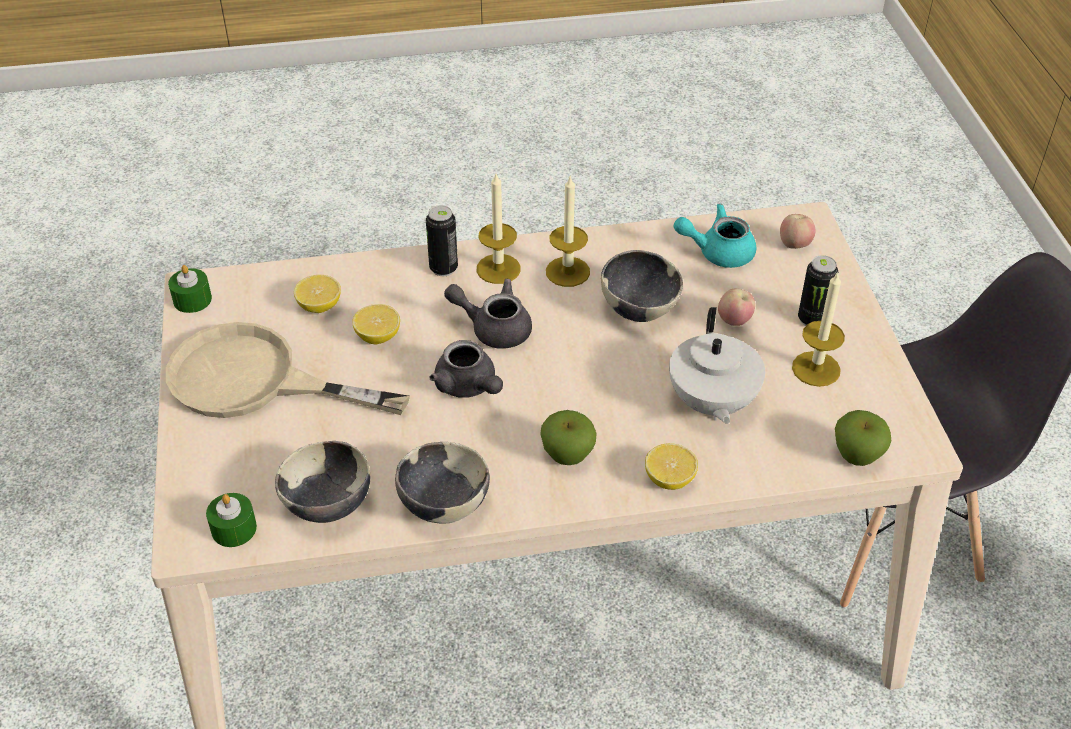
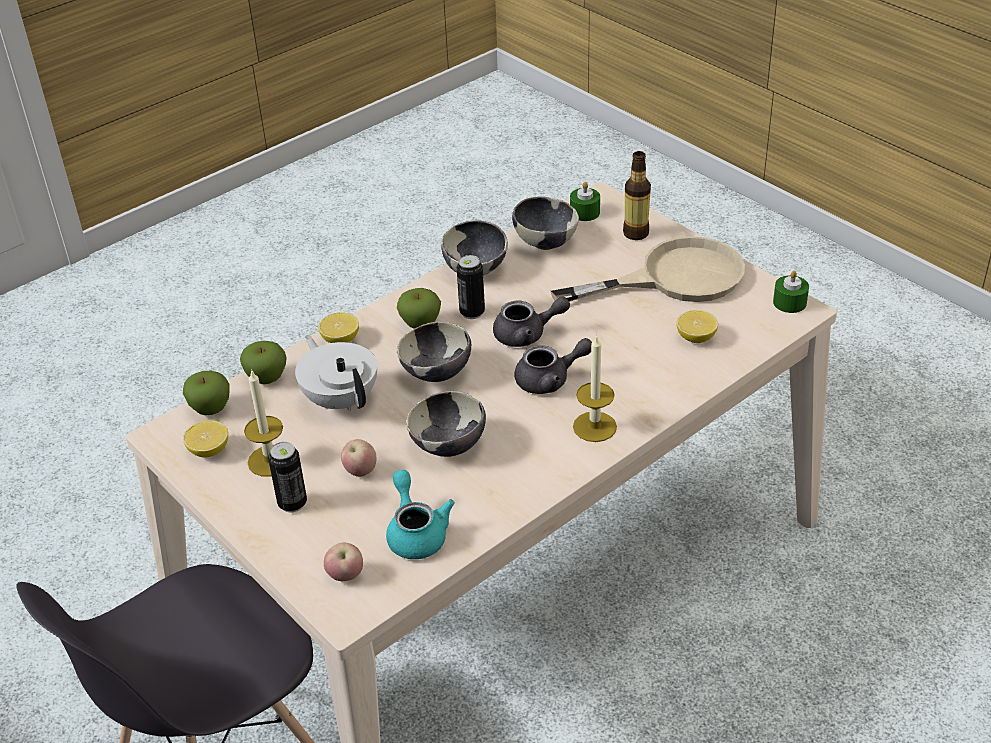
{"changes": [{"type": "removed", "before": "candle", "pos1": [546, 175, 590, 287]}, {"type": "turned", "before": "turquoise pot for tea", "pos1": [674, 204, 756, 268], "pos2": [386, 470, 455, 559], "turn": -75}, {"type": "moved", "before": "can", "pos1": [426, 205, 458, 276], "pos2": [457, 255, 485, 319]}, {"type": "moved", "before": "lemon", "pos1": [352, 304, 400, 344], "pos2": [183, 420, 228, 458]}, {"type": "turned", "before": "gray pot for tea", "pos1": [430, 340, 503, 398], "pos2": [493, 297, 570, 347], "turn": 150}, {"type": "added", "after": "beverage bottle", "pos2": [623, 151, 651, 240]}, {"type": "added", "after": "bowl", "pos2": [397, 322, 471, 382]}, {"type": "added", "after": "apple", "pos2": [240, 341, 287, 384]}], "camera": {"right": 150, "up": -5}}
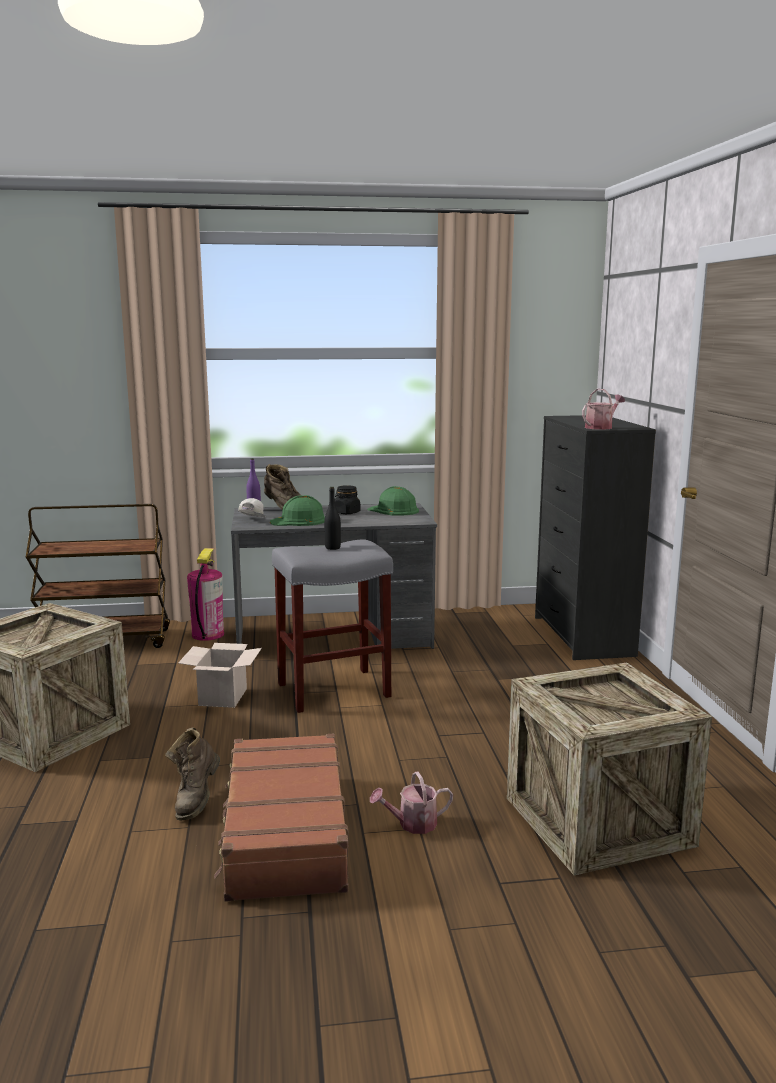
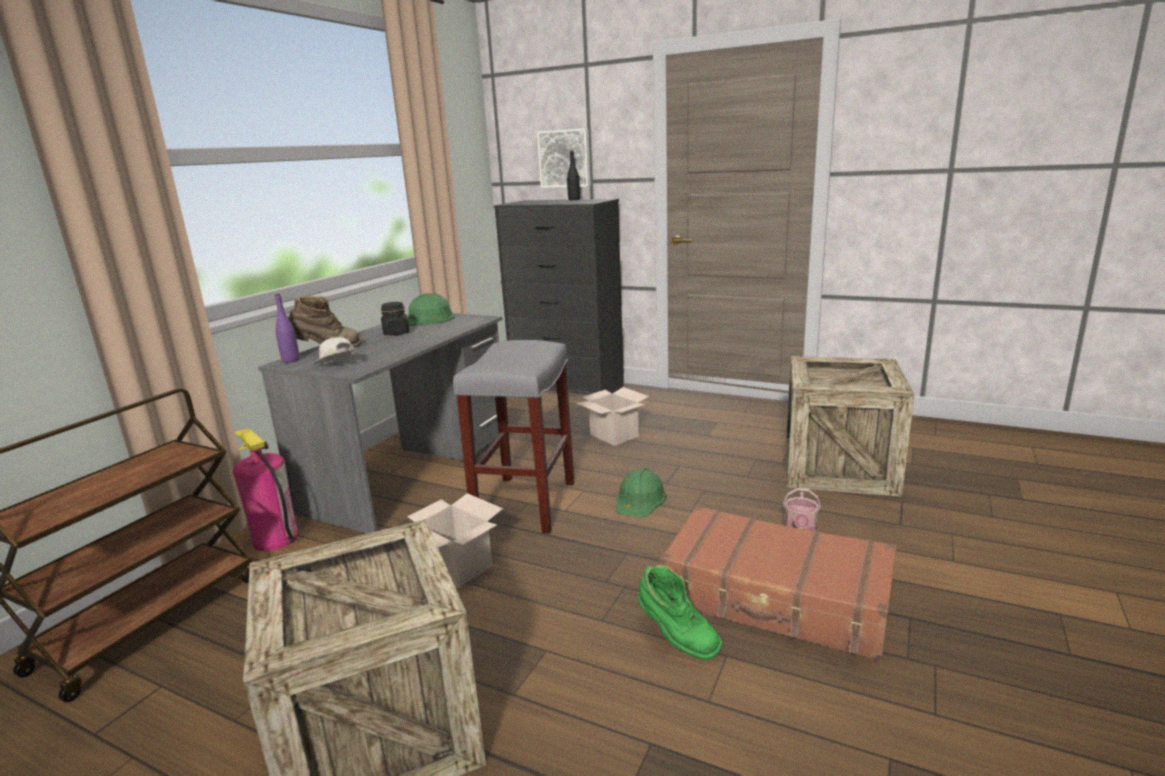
{"changes": [{"type": "removed", "before": "watering can", "pos1": [582, 389, 625, 430]}, {"type": "moved", "before": "blackish beverage bottle", "pos1": [324, 487, 341, 550], "pos2": [567, 151, 580, 200]}, {"type": "moved", "before": "green work helmet", "pos1": [270, 495, 325, 526], "pos2": [616, 468, 667, 518]}, {"type": "recoloured", "before": "brownish boot", "after": "green boot", "pos1": [166, 727, 220, 821], "pos2": [638, 565, 722, 660]}, {"type": "added", "after": "wall art", "pos2": [537, 128, 591, 188]}, {"type": "added", "after": "cardboard box", "pos2": [576, 387, 649, 446]}], "camera": {"right": -55, "up": 5}}
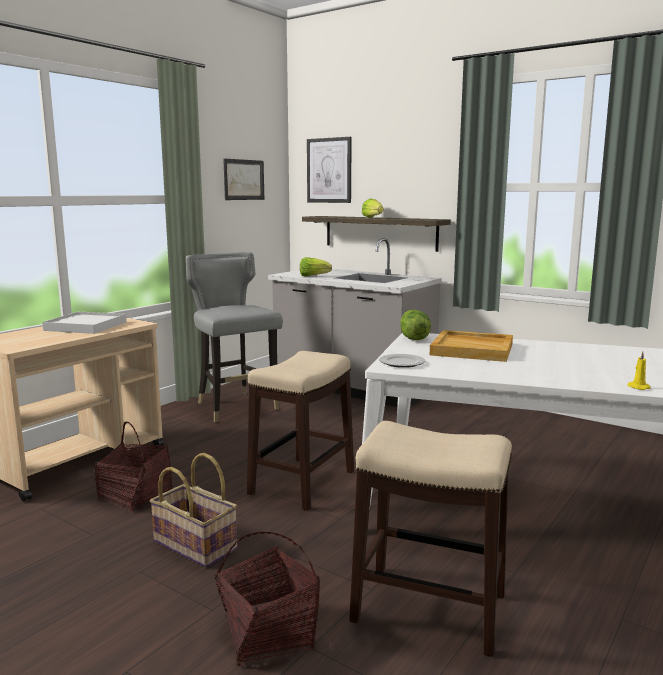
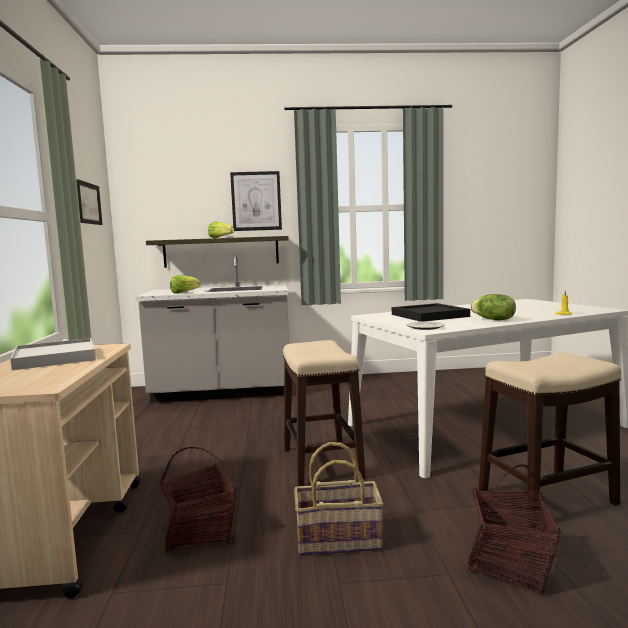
{"changes": [{"type": "moved", "before": "wall art", "pos1": [307, 137, 352, 203], "pos2": [230, 171, 282, 231]}, {"type": "removed", "before": "gray upright chair", "pos1": [186, 252, 283, 422]}, {"type": "moved", "before": "lettuce head", "pos1": [400, 310, 431, 340], "pos2": [470, 294, 516, 320]}, {"type": "recoloured", "before": "beige-coloured serving tray", "after": "blackish serving tray", "pos1": [430, 330, 513, 362], "pos2": [392, 303, 470, 321]}], "camera": {"right": -40, "up": -5}}
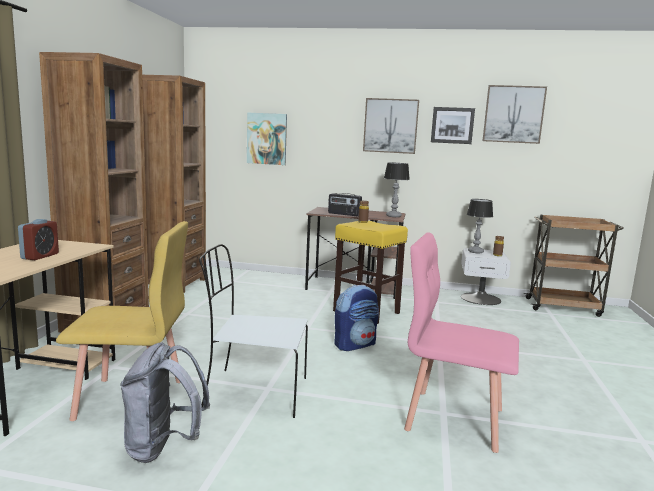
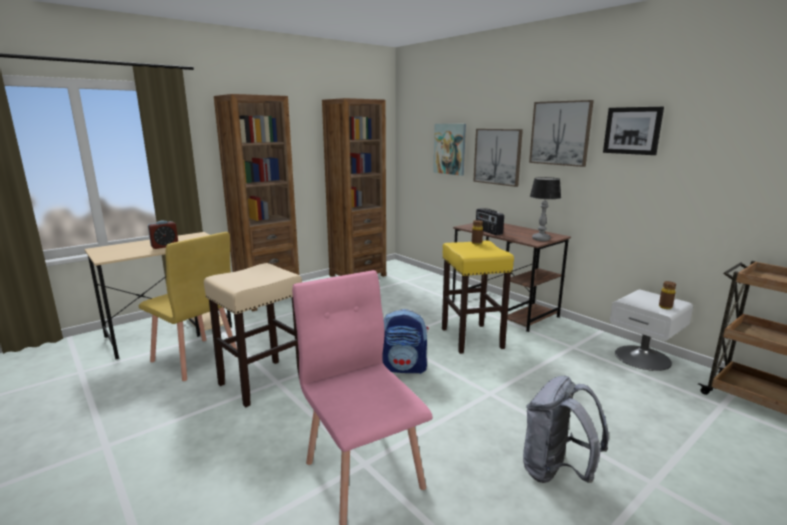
{"changes": [{"type": "moved", "before": "wall art", "pos1": [483, 85, 547, 144], "pos2": [473, 129, 523, 187]}, {"type": "removed", "before": "tabletop lamp", "pos1": [467, 199, 493, 253]}, {"type": "replaced", "before": "white-coloured upright chair", "after": "beige-coloured stool", "pos1": [199, 244, 308, 418], "pos2": [204, 263, 302, 407]}, {"type": "moved", "before": "gray knapsack", "pos1": [120, 343, 210, 463], "pos2": [523, 376, 609, 483]}], "camera": {"right": 40, "up": 5}}
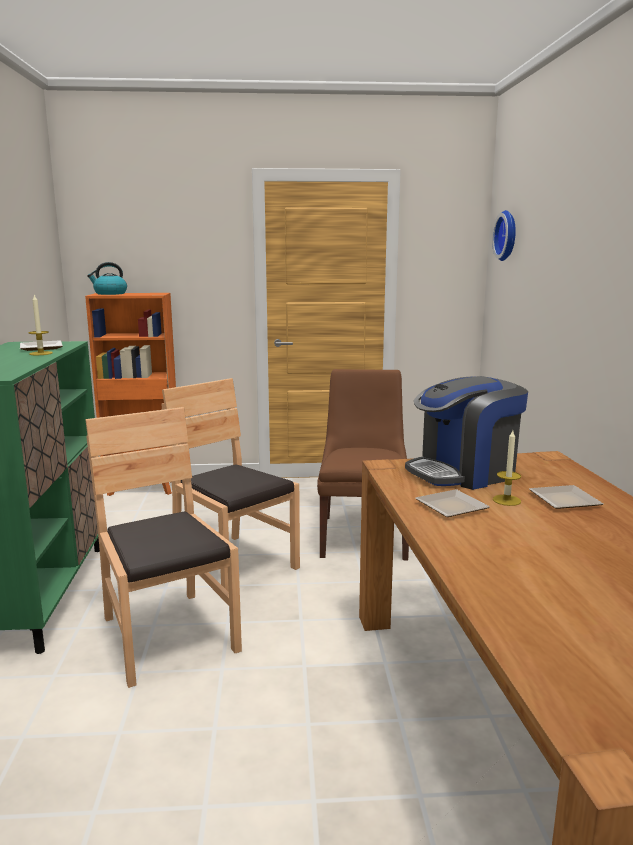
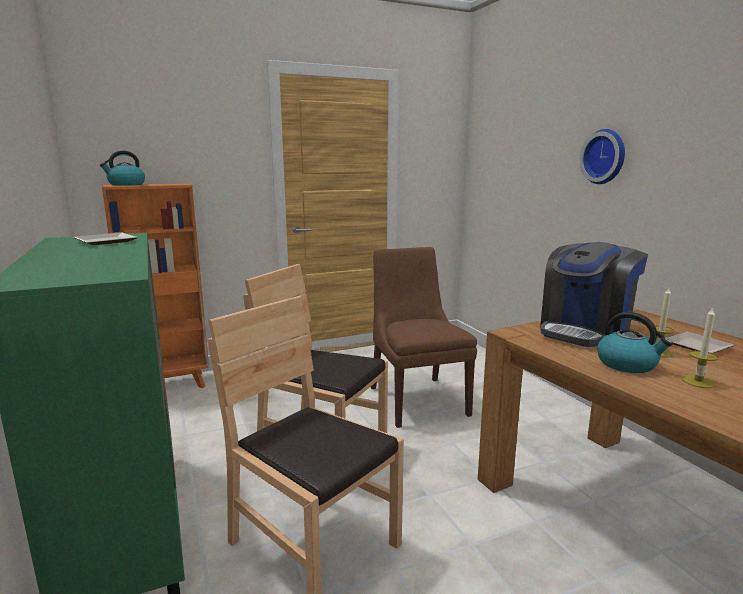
{"changes": [{"type": "moved", "before": "hanging clock", "pos1": [492, 210, 516, 261], "pos2": [580, 129, 625, 184]}, {"type": "moved", "before": "candle", "pos1": [29, 294, 53, 355], "pos2": [682, 306, 719, 388]}, {"type": "replaced", "before": "plate", "after": "kettle", "pos1": [415, 489, 490, 517], "pos2": [597, 312, 673, 373]}], "camera": {"right": -20, "up": 0}}
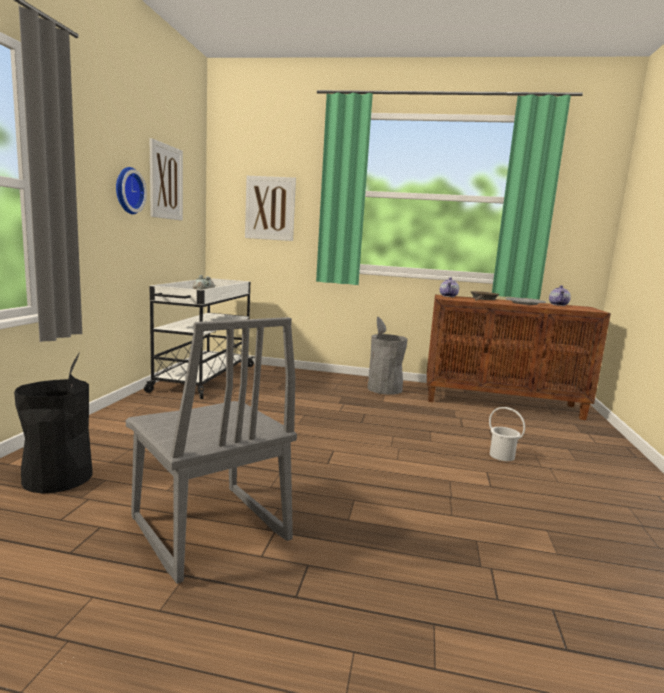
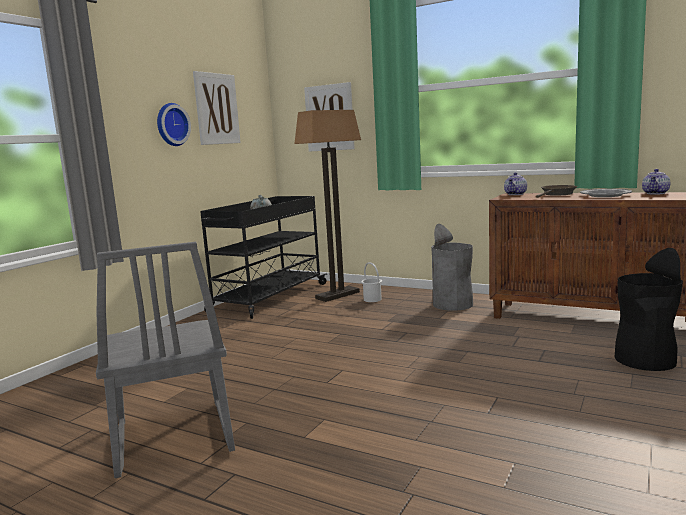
{"changes": [{"type": "recoloured", "before": "white-coloured trolley", "after": "blackish trolley", "pos1": [144, 278, 255, 399], "pos2": [200, 196, 327, 319]}, {"type": "moved", "before": "blackish rubbish bin", "pos1": [14, 352, 93, 493], "pos2": [615, 248, 683, 371]}, {"type": "moved", "before": "white-coloured pail", "pos1": [489, 407, 525, 461], "pos2": [361, 262, 382, 302]}, {"type": "added", "after": "standing lamp", "pos2": [294, 110, 361, 302]}], "camera": {"right": 20, "up": 0}}
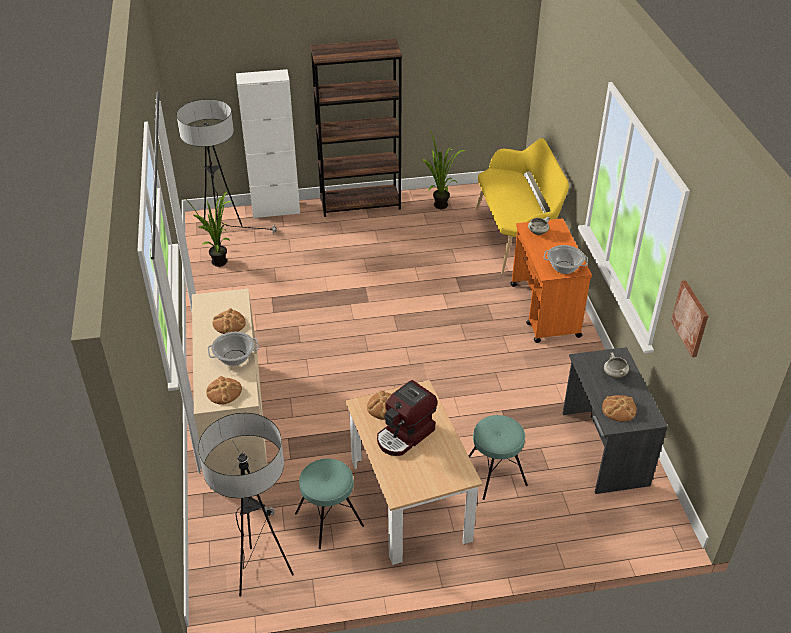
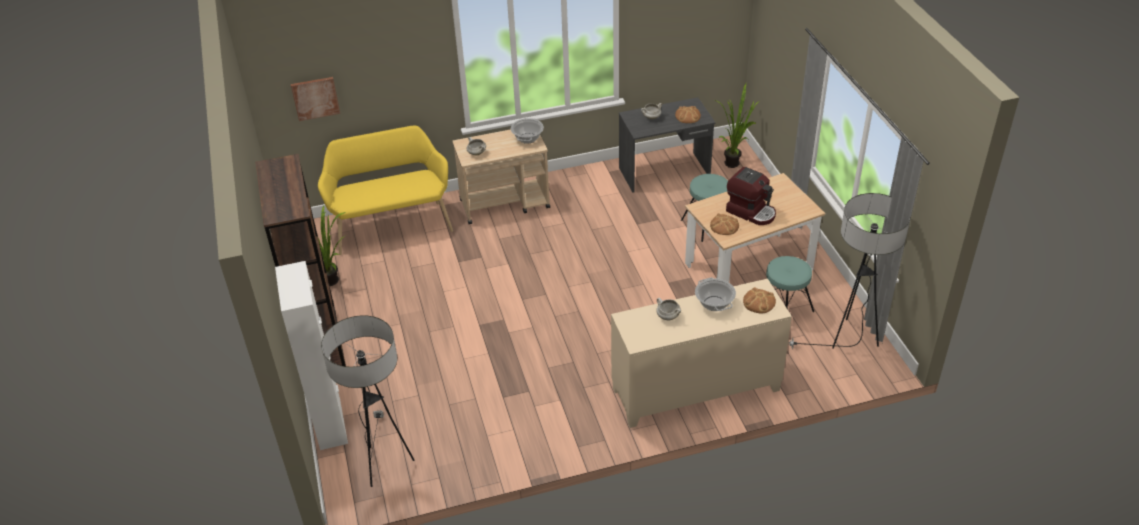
{"changes": [{"type": "moved", "before": "potted plant", "pos1": [183, 191, 232, 267], "pos2": [717, 83, 758, 168]}, {"type": "recoloured", "before": "orangey trolley", "after": "beige-coloured trolley", "pos1": [510, 219, 592, 343], "pos2": [452, 129, 550, 224]}, {"type": "moved", "before": "wall art", "pos1": [671, 280, 708, 357], "pos2": [291, 77, 340, 121]}, {"type": "replaced", "before": "bakery bread", "after": "white-coloured stockpot", "pos1": [212, 308, 246, 334], "pos2": [656, 298, 681, 320]}], "camera": {"right": -95, "up": 0}}
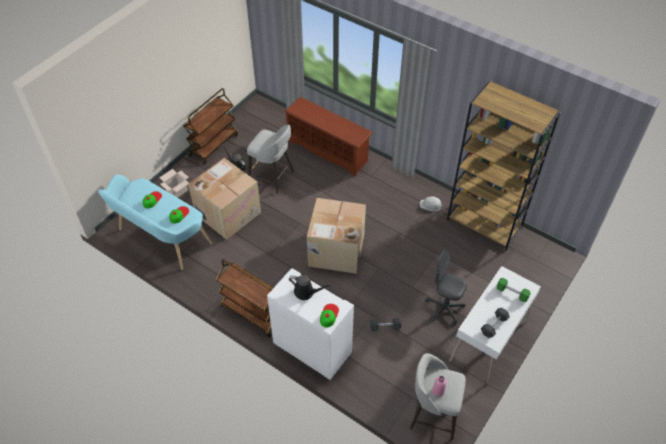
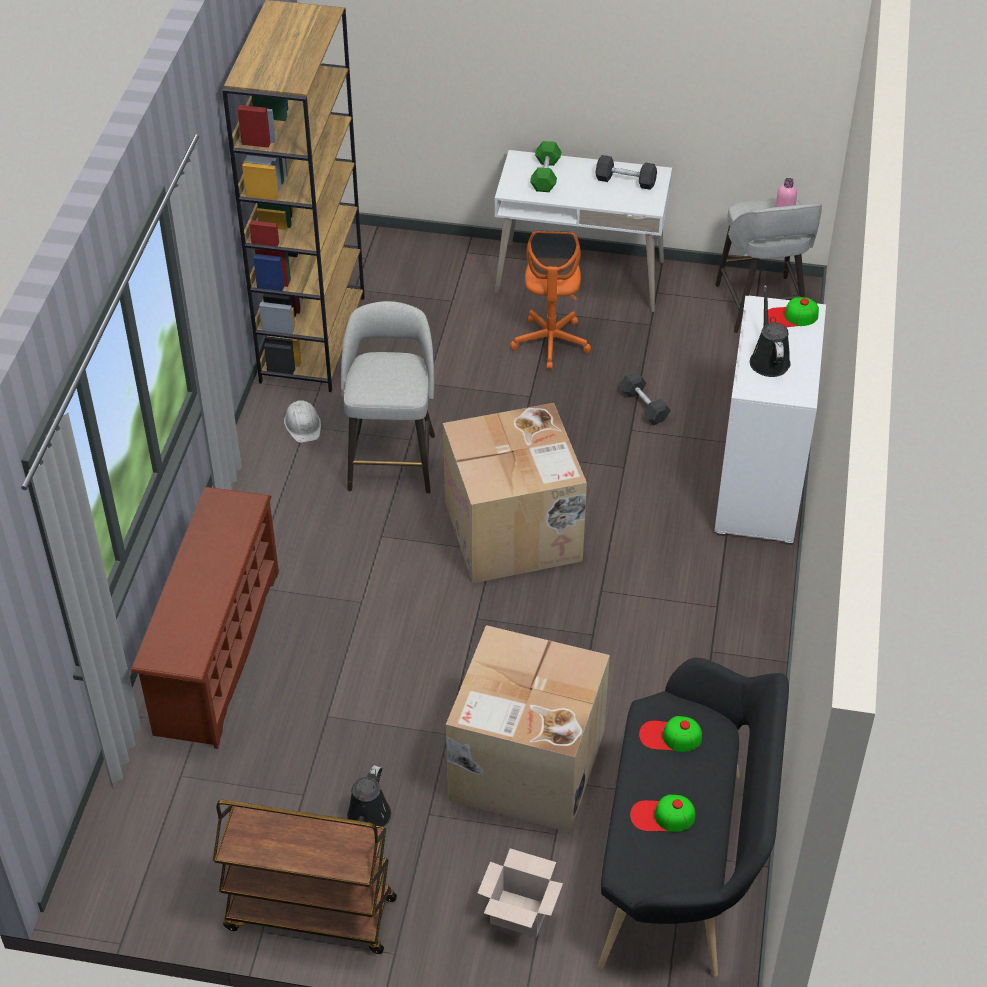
{"changes": [{"type": "moved", "before": "gray stool", "pos1": [247, 125, 294, 194], "pos2": [341, 301, 435, 493]}, {"type": "recoloured", "before": "turquoise indoor bench", "after": "blackish indoor bench", "pos1": [98, 174, 213, 270], "pos2": [598, 658, 789, 977]}, {"type": "recoloured", "before": "gray desk chair", "after": "orangey desk chair", "pos1": [425, 248, 467, 325], "pos2": [510, 231, 591, 370]}, {"type": "removed", "before": "brownish trolley", "pos1": [216, 259, 274, 337]}], "camera": {"right": -115, "up": -5}}
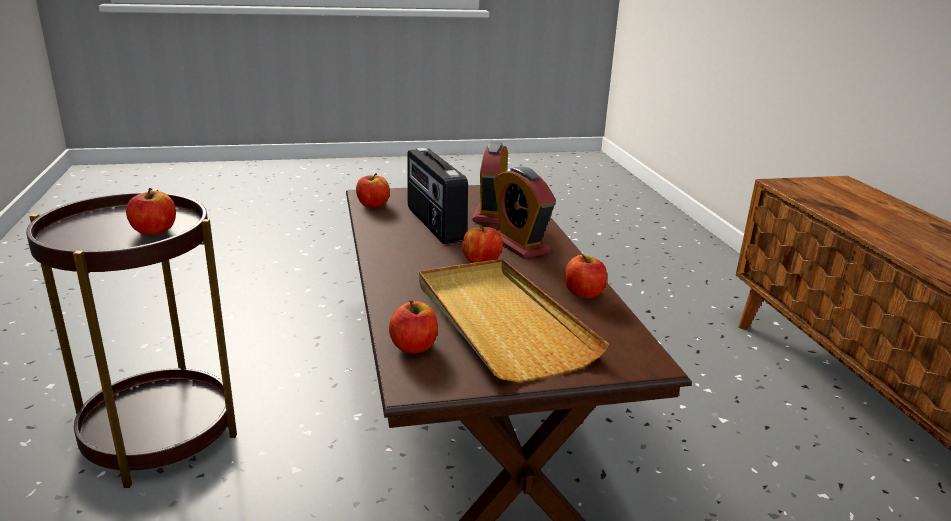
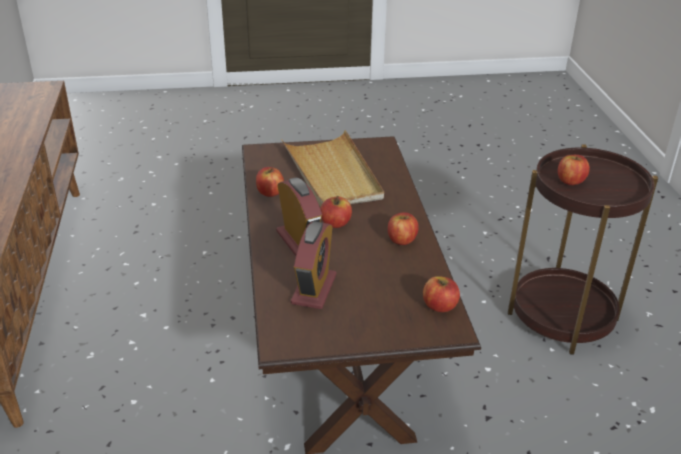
{"changes": [{"type": "removed", "before": "radio set", "pos1": [407, 148, 468, 244]}, {"type": "moved", "before": "apple", "pos1": [389, 300, 438, 354], "pos2": [388, 212, 419, 245]}], "camera": {"right": -175, "up": 10}}
